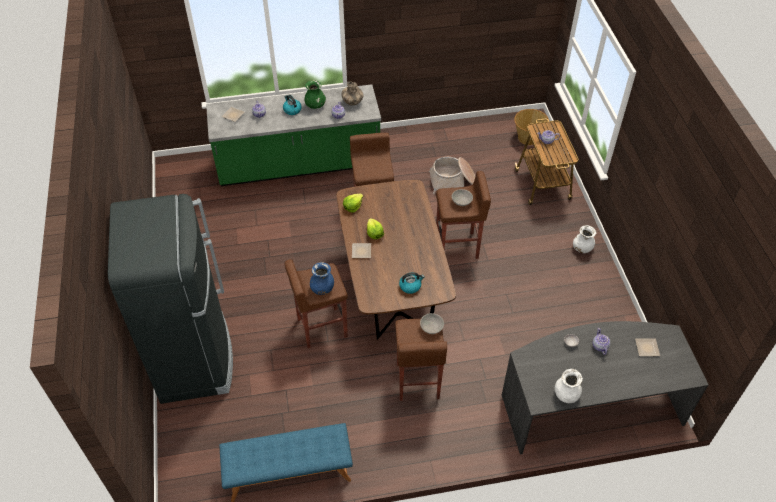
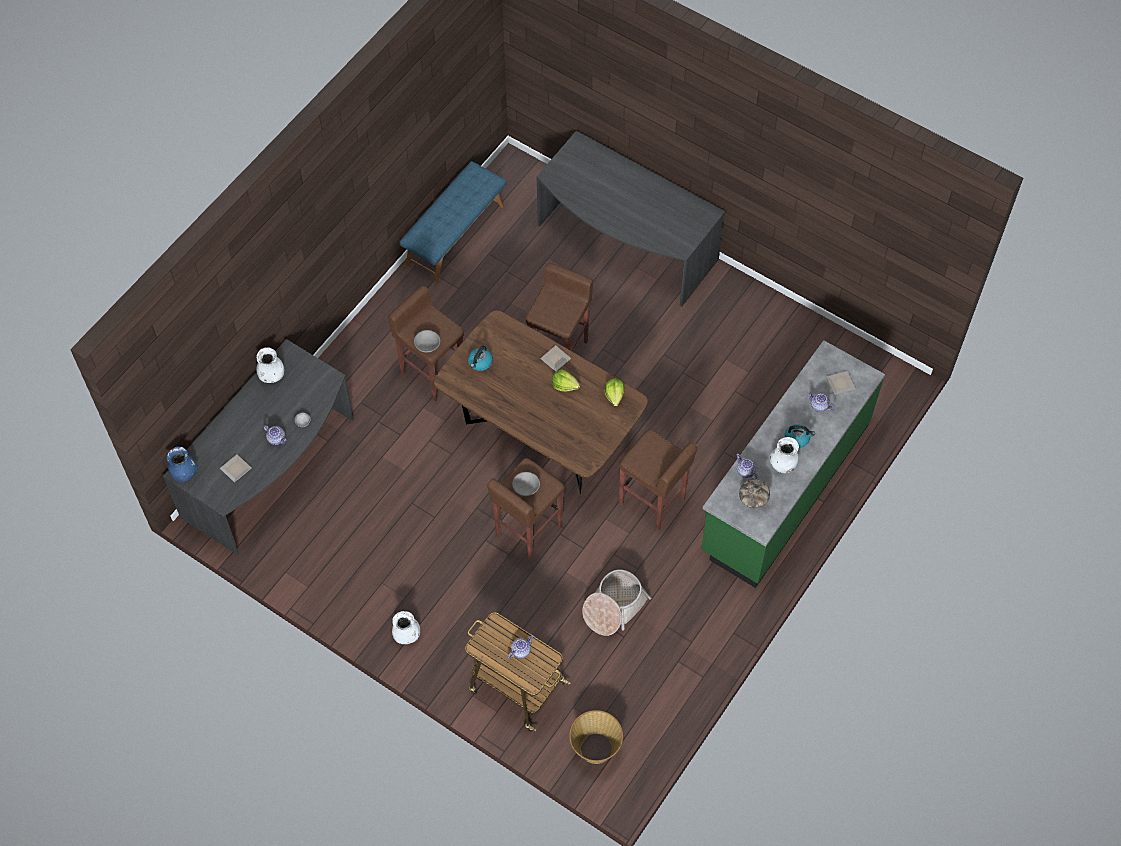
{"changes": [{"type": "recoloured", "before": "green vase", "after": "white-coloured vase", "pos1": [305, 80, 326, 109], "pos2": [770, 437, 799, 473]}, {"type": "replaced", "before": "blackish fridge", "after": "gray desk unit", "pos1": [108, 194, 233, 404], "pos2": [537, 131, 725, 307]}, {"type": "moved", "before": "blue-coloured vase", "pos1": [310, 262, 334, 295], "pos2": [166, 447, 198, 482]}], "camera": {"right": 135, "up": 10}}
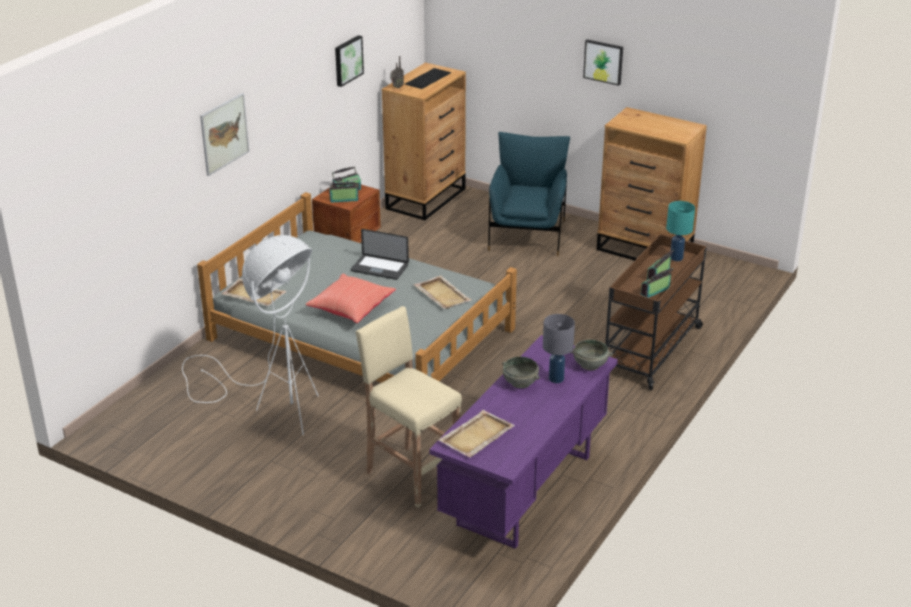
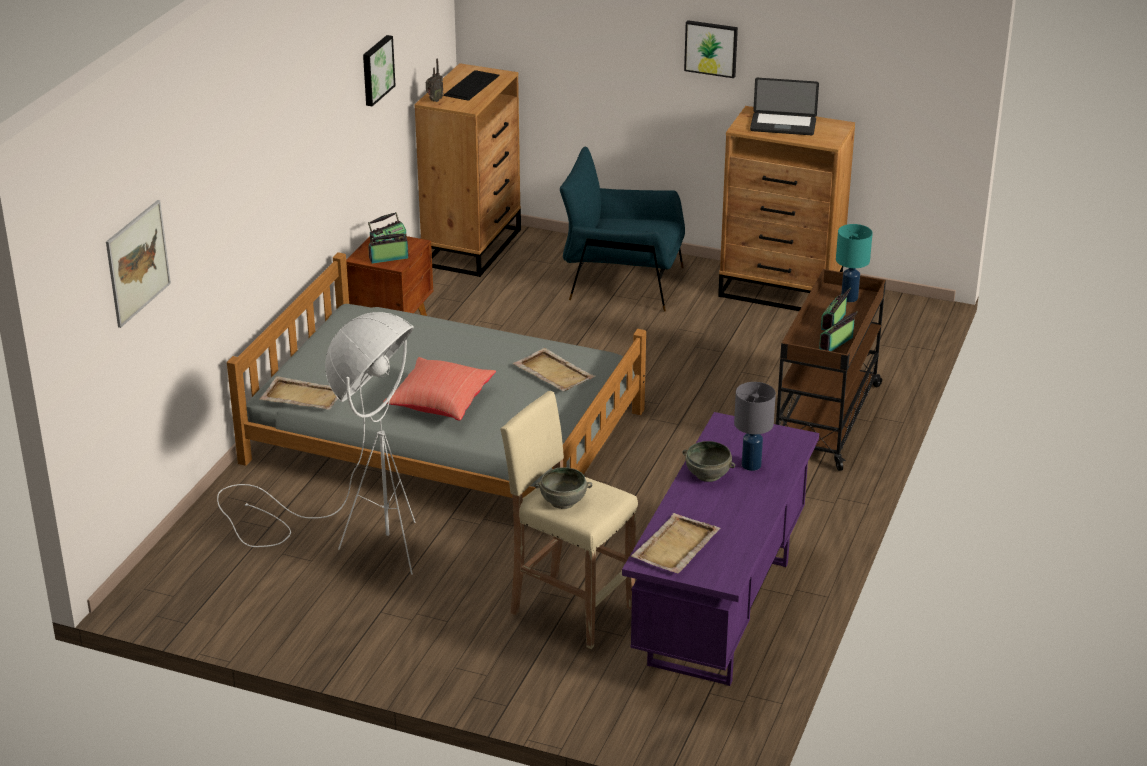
{"changes": [{"type": "moved", "before": "wall art", "pos1": [200, 93, 249, 176], "pos2": [106, 200, 171, 328]}, {"type": "turned", "before": "blue-coloured lounge chair", "pos1": [488, 132, 570, 256], "pos2": [560, 147, 685, 312], "turn": -75}, {"type": "moved", "before": "portable computer", "pos1": [351, 229, 409, 280], "pos2": [750, 78, 819, 135]}, {"type": "moved", "before": "gray bowl", "pos1": [570, 340, 613, 370], "pos2": [534, 467, 592, 509]}], "camera": {"right": -10, "up": 0}}
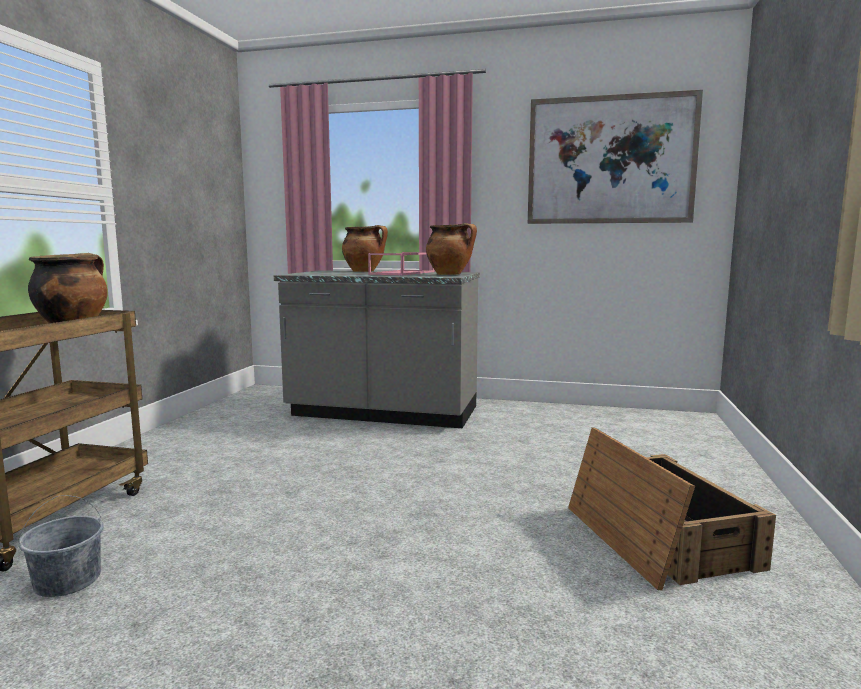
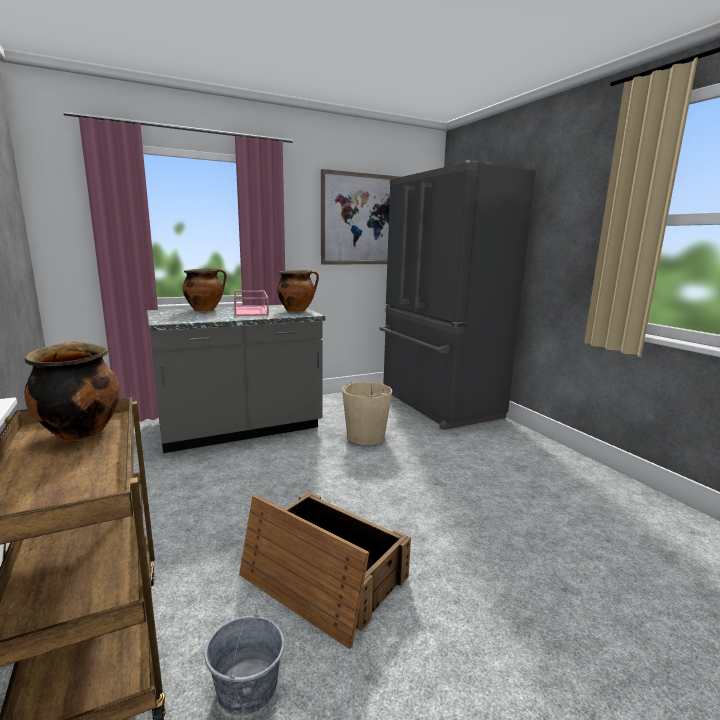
{"changes": [{"type": "moved", "before": "packing crate", "pos1": [568, 427, 776, 591], "pos2": [239, 491, 411, 649]}, {"type": "added", "after": "gray fridge", "pos2": [379, 160, 536, 430]}, {"type": "added", "after": "beige-coloured pail", "pos2": [342, 381, 392, 445]}], "camera": {"right": -40, "up": 5}}
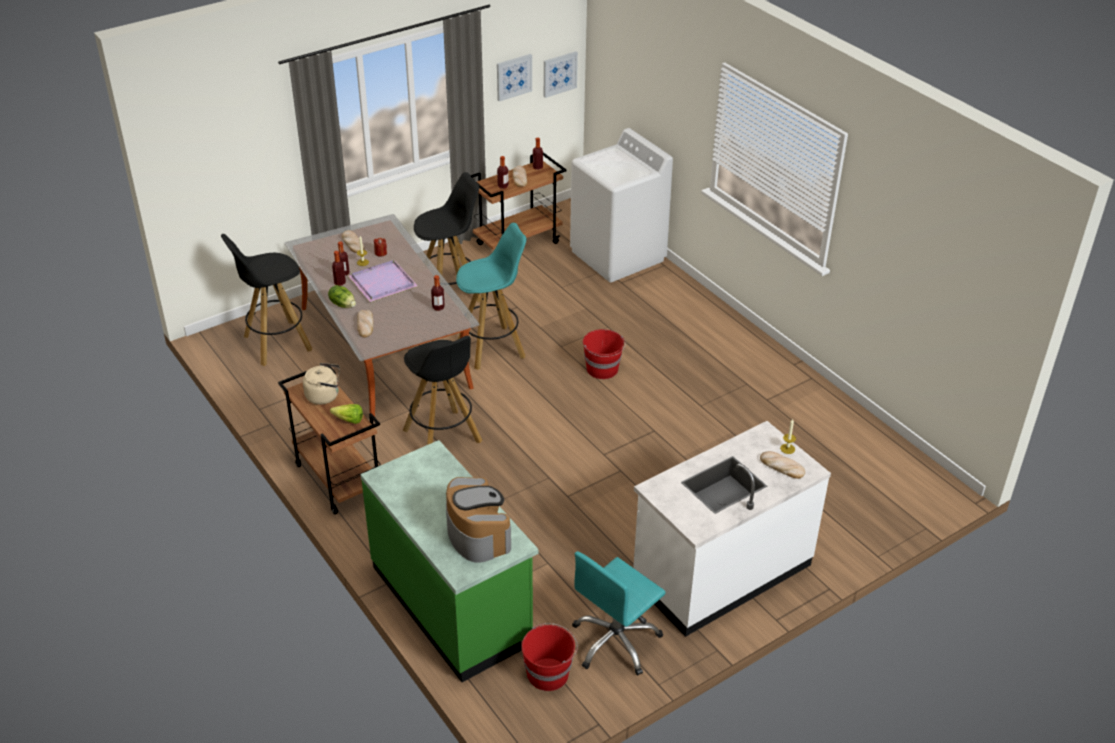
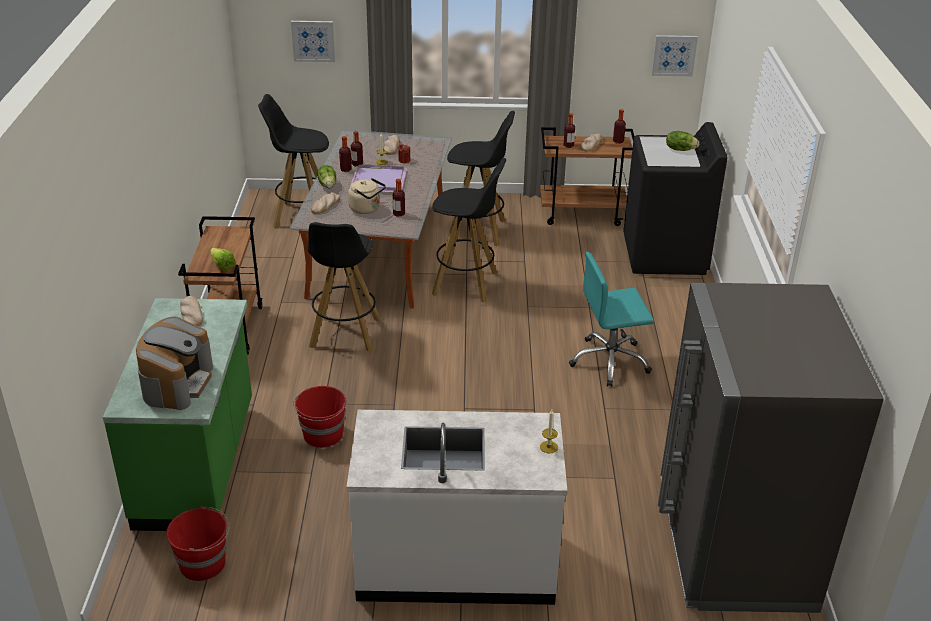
{"changes": [{"type": "moved", "before": "wall art", "pos1": [497, 54, 532, 101], "pos2": [291, 21, 335, 62]}, {"type": "recoloured", "before": "white-coloured washing machine", "after": "blackish washing machine", "pos1": [570, 128, 673, 282], "pos2": [623, 122, 727, 275]}, {"type": "recoloured", "before": "turquoise stool", "after": "blackish stool", "pos1": [456, 223, 526, 370], "pos2": [432, 158, 506, 303]}, {"type": "moved", "before": "red-coloured pail", "pos1": [583, 329, 626, 379], "pos2": [293, 386, 346, 448]}, {"type": "moved", "before": "beige-coloured kettle", "pos1": [303, 363, 340, 405], "pos2": [348, 178, 386, 214]}, {"type": "moved", "before": "bakery bread", "pos1": [760, 451, 805, 479], "pos2": [180, 296, 203, 326]}, {"type": "moved", "before": "turquoise desk chair", "pos1": [572, 551, 666, 676], "pos2": [569, 252, 654, 387]}, {"type": "added", "after": "lettuce head", "pos2": [666, 131, 699, 151]}, {"type": "added", "after": "gray fridge", "pos2": [658, 283, 884, 613]}], "camera": {"right": 35, "up": -5}}
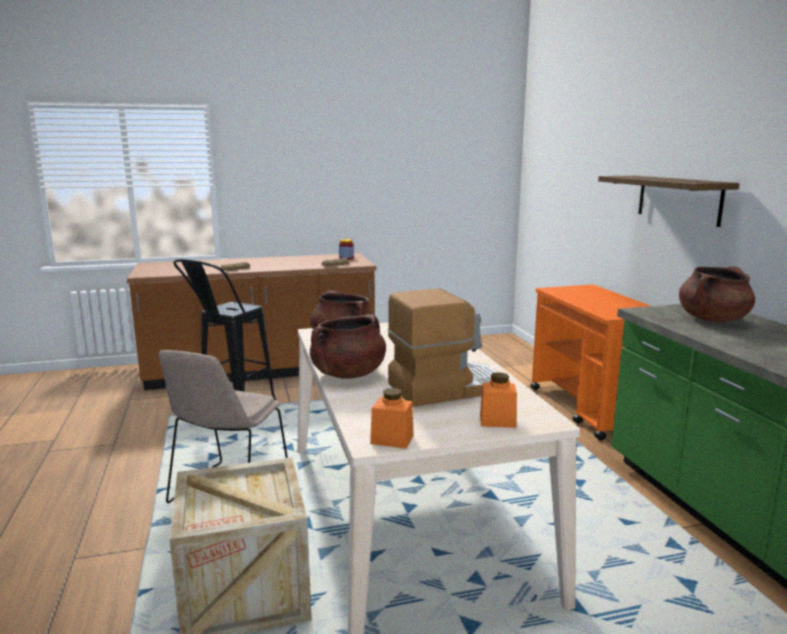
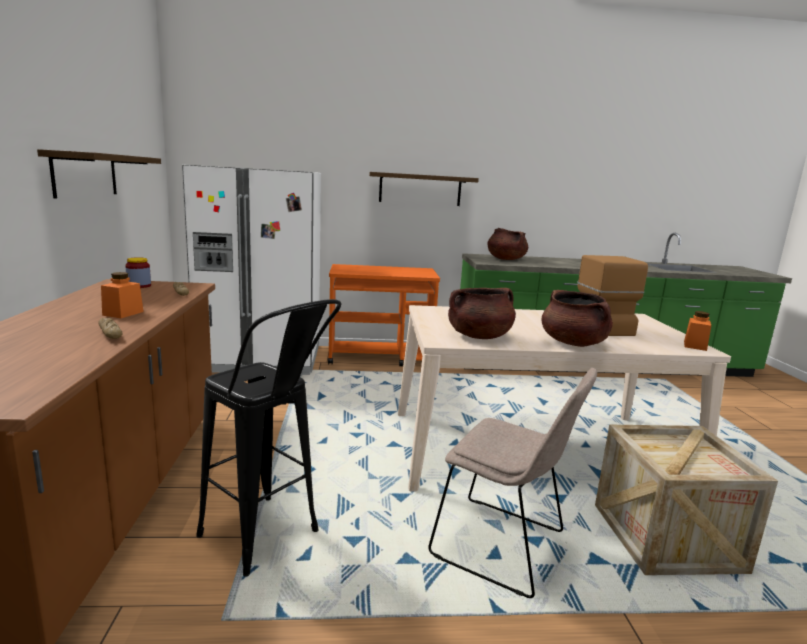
{"changes": [{"type": "moved", "before": "orangey storage jar", "pos1": [480, 372, 517, 428], "pos2": [101, 272, 144, 318]}, {"type": "added", "after": "bracket shelf", "pos2": [37, 149, 161, 199]}, {"type": "added", "after": "white-coloured fridge", "pos2": [182, 165, 321, 375]}], "camera": {"right": -80, "up": 0}}
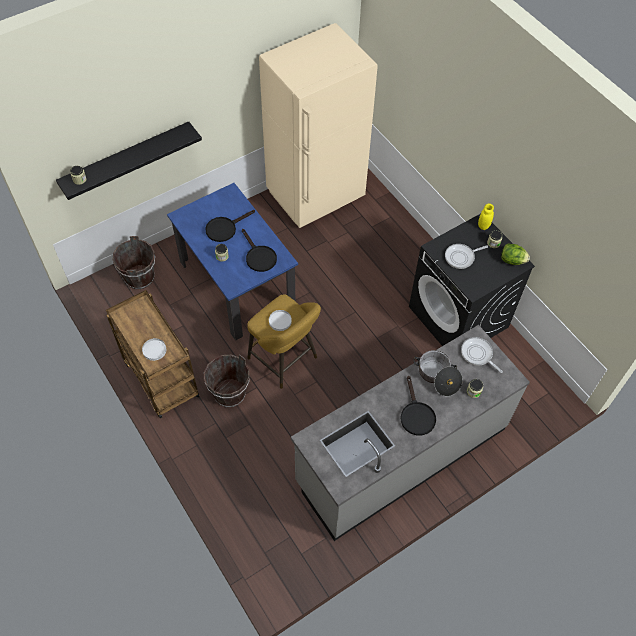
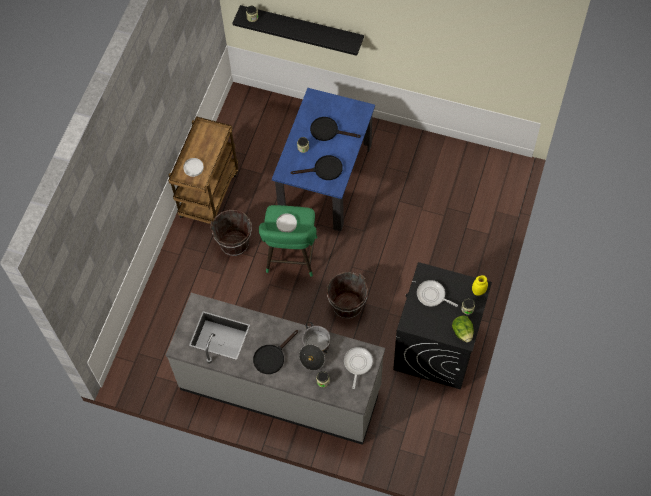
{"changes": [{"type": "removed", "before": "beige-coloured fridge", "pos1": [259, 23, 378, 228]}, {"type": "turned", "before": "blackish skillet", "pos1": [242, 229, 277, 272], "pos2": [290, 155, 343, 180], "turn": -120}, {"type": "moved", "before": "brownish pail", "pos1": [113, 236, 155, 289], "pos2": [327, 272, 368, 319]}, {"type": "recoloured", "before": "yellow-coloured stool", "after": "green stool", "pos1": [247, 294, 321, 389], "pos2": [259, 205, 317, 277]}], "camera": {"right": 55, "up": 5}}
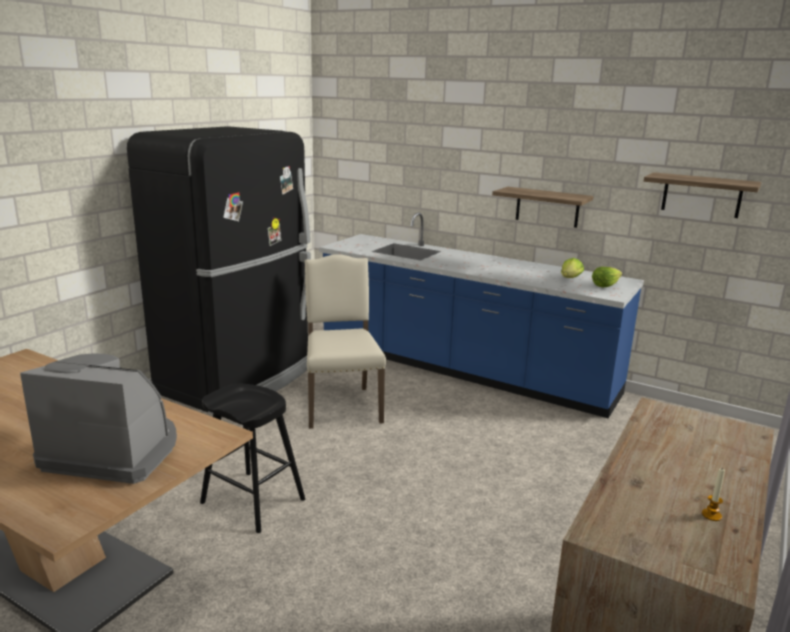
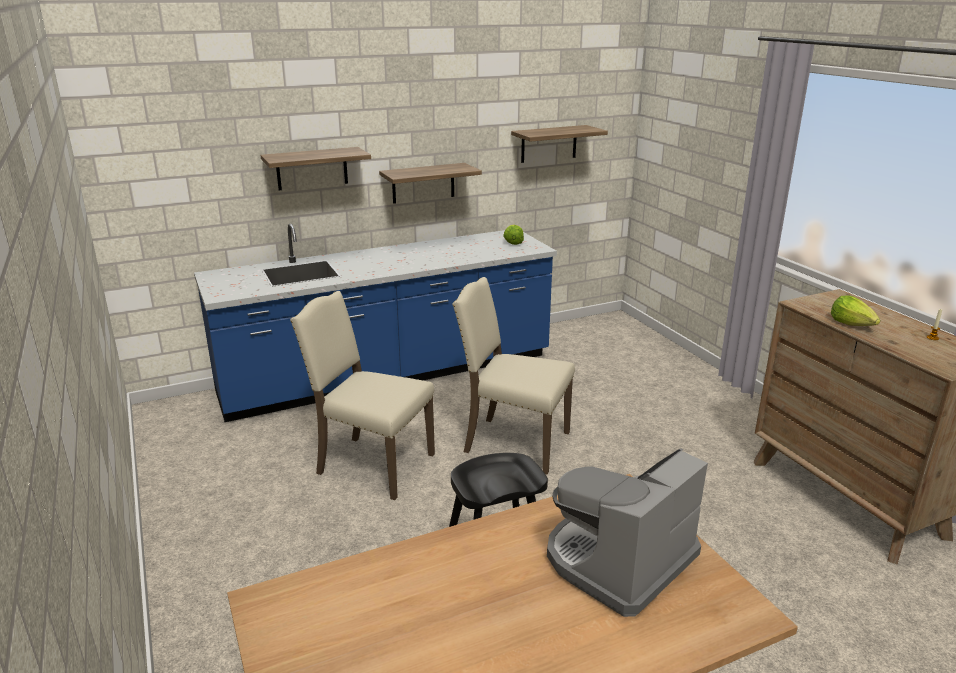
{"changes": [{"type": "removed", "before": "blackish fridge", "pos1": [127, 126, 311, 414]}, {"type": "moved", "before": "lettuce head", "pos1": [561, 258, 584, 278], "pos2": [831, 296, 880, 326]}, {"type": "added", "after": "bracket shelf", "pos2": [261, 147, 371, 190]}, {"type": "added", "after": "beige-coloured upright chair", "pos2": [452, 277, 575, 475]}], "camera": {"right": -55, "up": 5}}
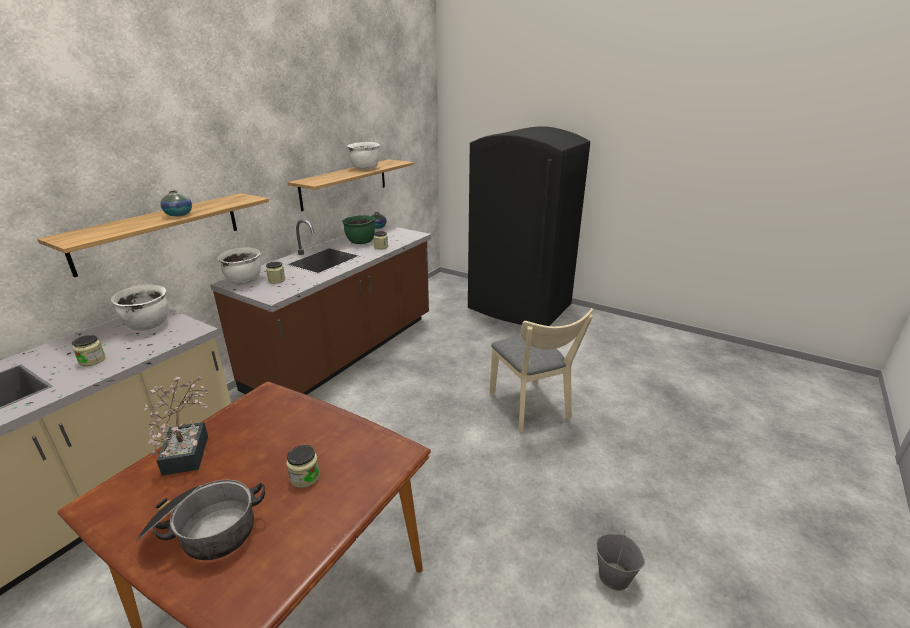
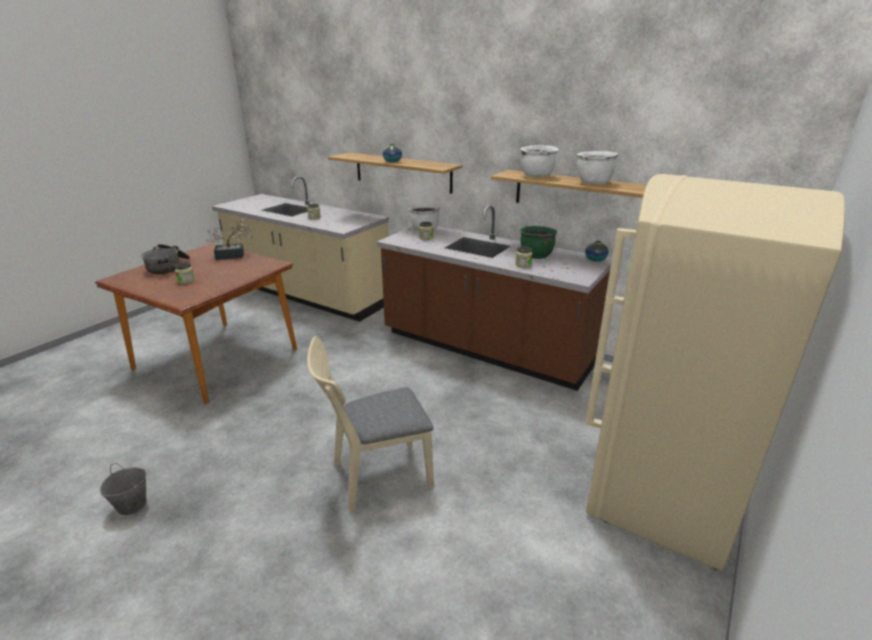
{"changes": [{"type": "recoloured", "before": "blackish fridge", "after": "beige-coloured fridge", "pos1": [468, 126, 590, 326], "pos2": [585, 174, 845, 571]}, {"type": "moved", "before": "white-coloured stockpot", "pos1": [111, 285, 168, 331], "pos2": [520, 145, 559, 177]}], "camera": {"right": 90, "up": 0}}
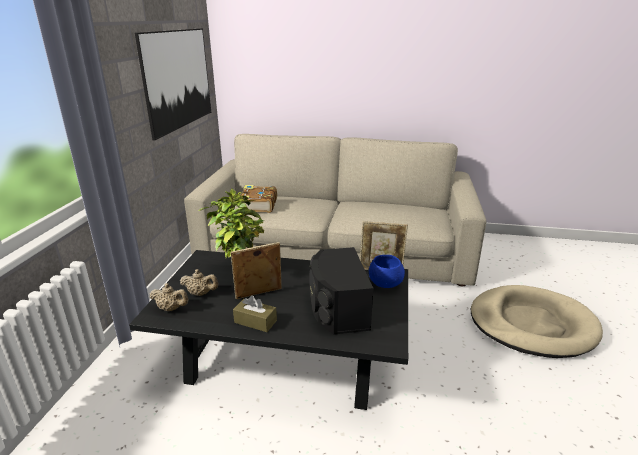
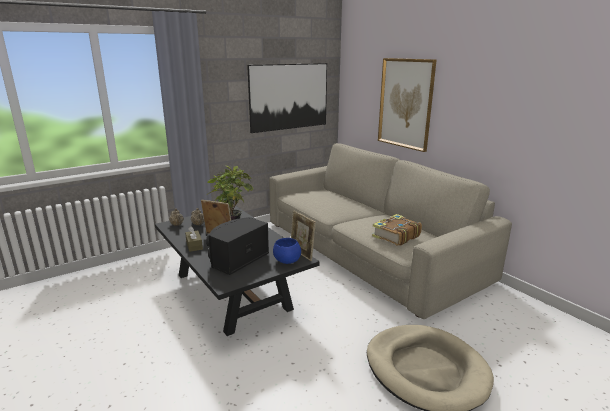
{"changes": [{"type": "moved", "before": "bound book", "pos1": [239, 185, 277, 213], "pos2": [372, 214, 422, 246]}, {"type": "added", "after": "wall art", "pos2": [378, 58, 437, 152]}], "camera": {"right": 45, "up": -5}}
